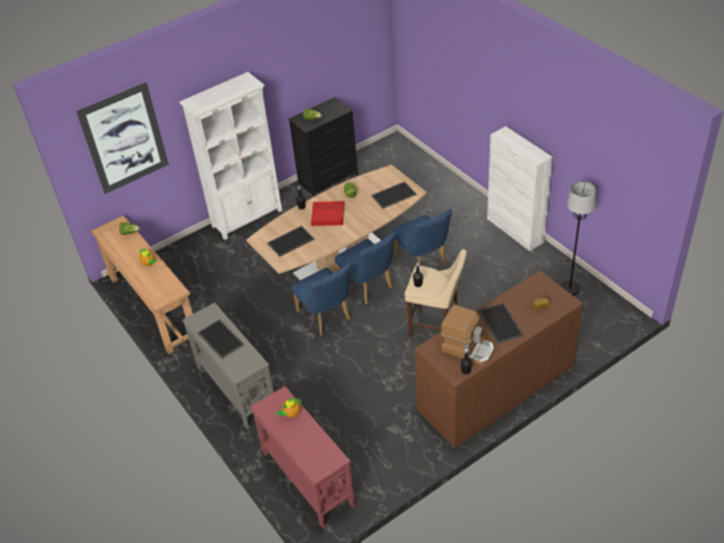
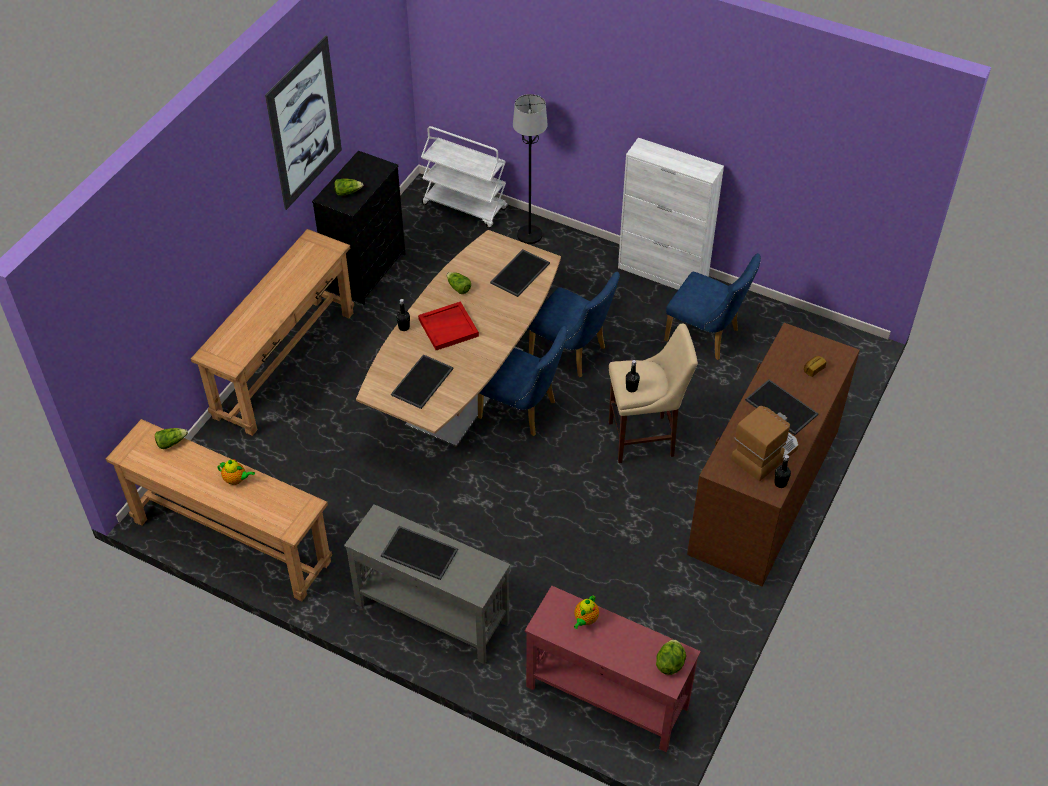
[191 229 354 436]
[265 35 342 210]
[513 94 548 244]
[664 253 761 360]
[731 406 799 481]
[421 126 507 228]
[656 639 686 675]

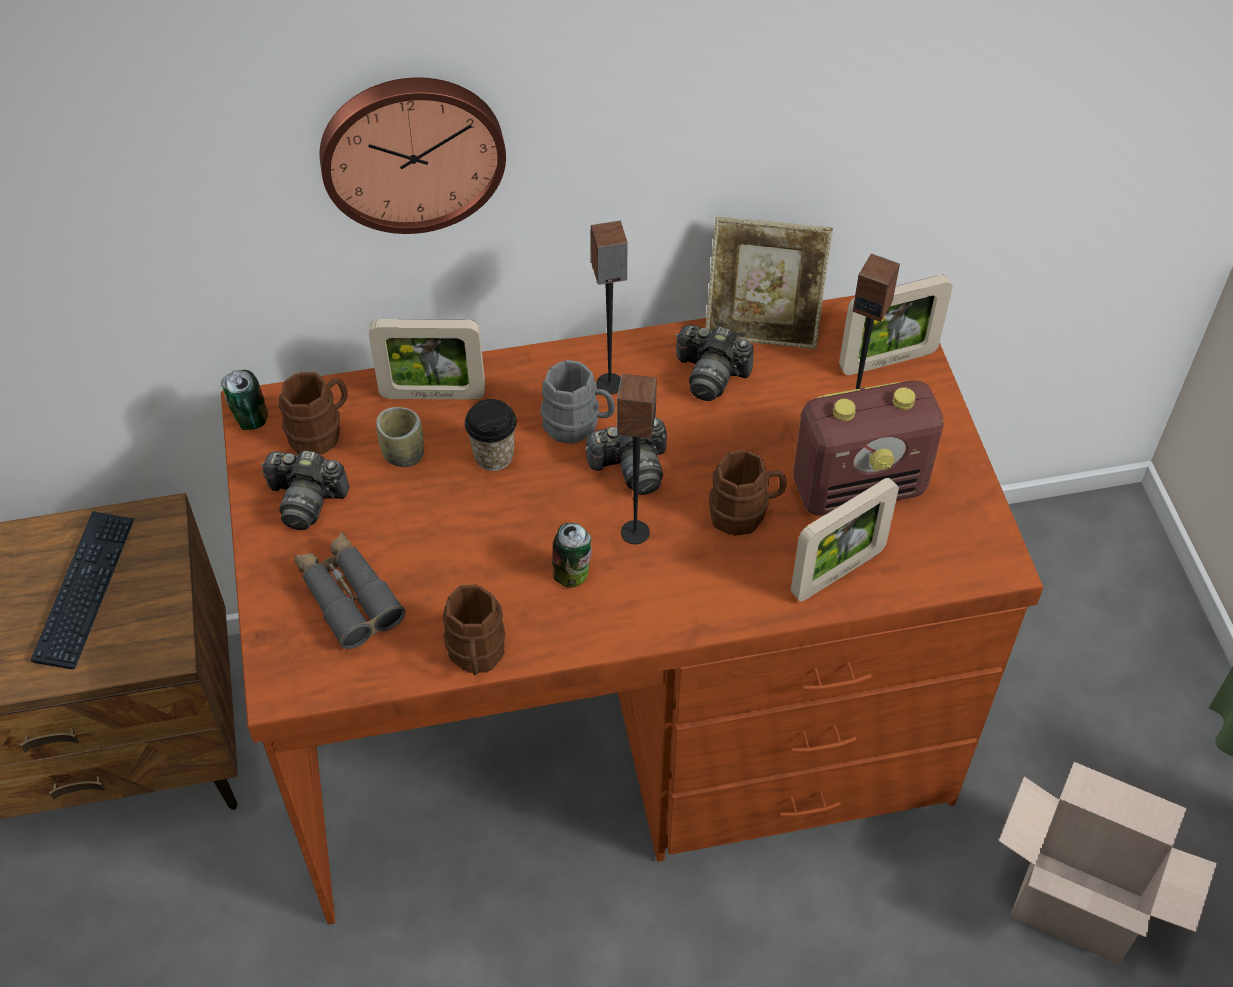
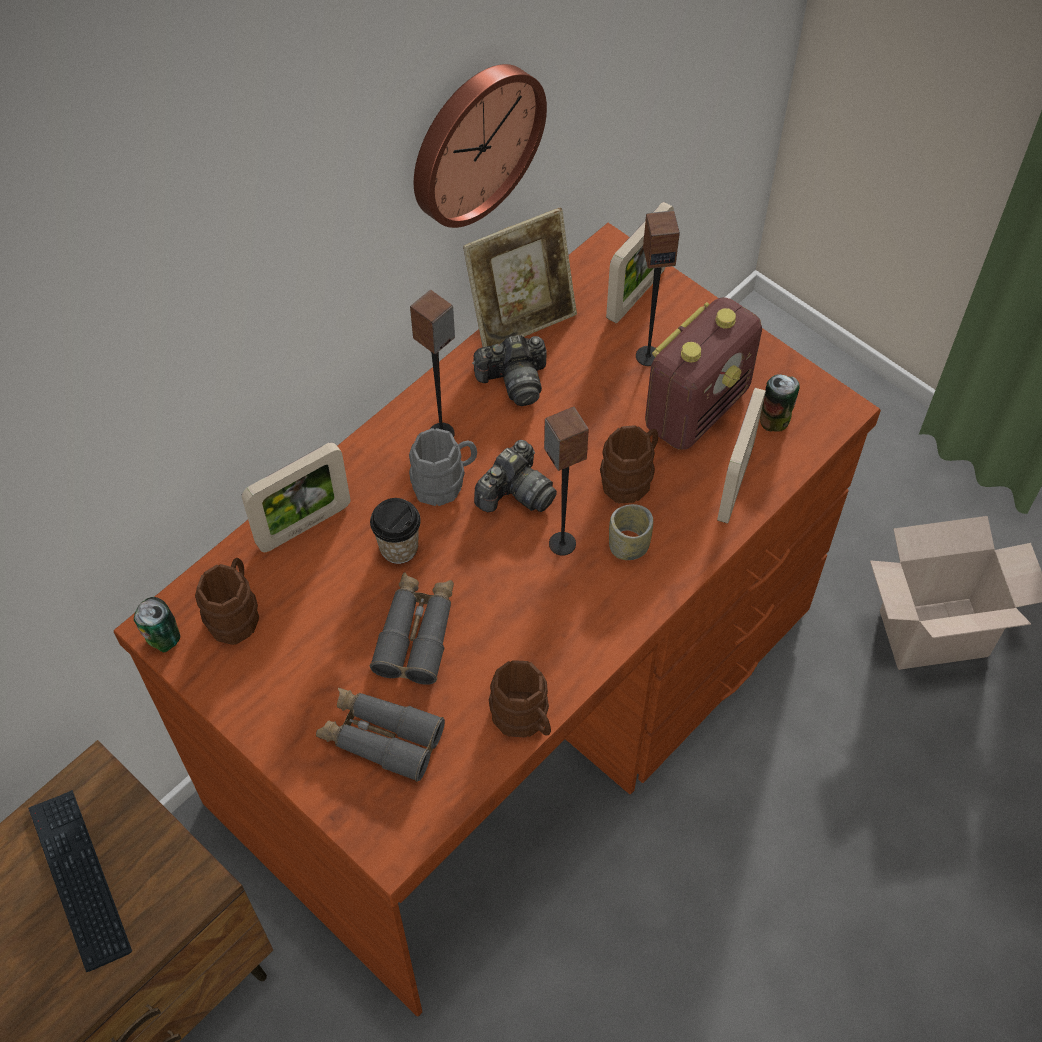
[414 64 547 228]
[609 504 653 560]
[261 451 349 530] (first image)
[760 374 800 432]
[370 572 454 685]

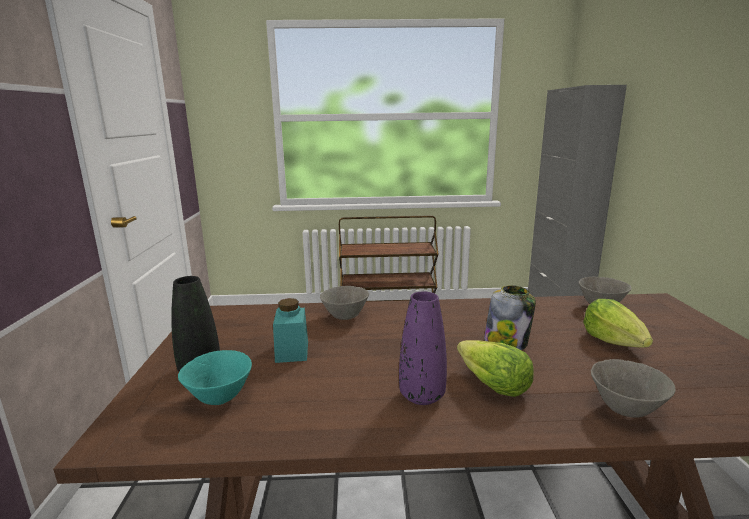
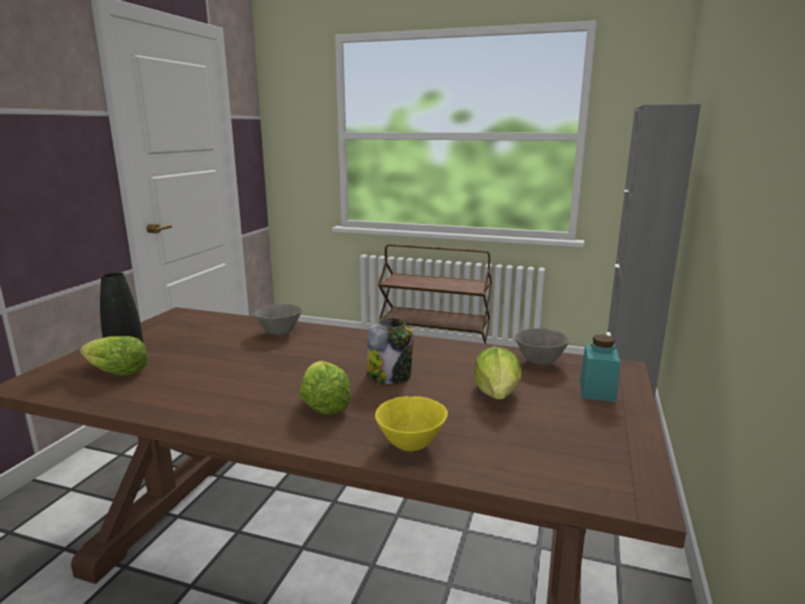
[399 291 447 405] (first image)
[580 335 620 402]
[80 336 148 376]
[375 396 448 451]

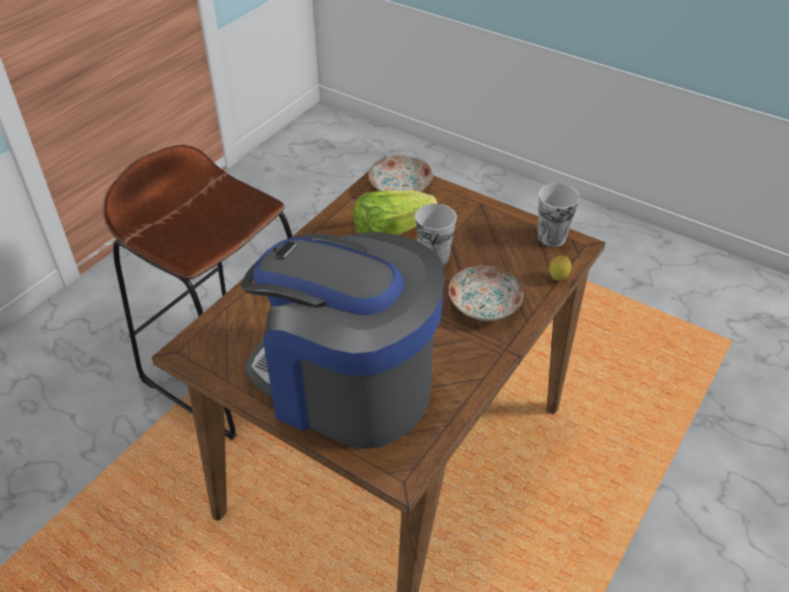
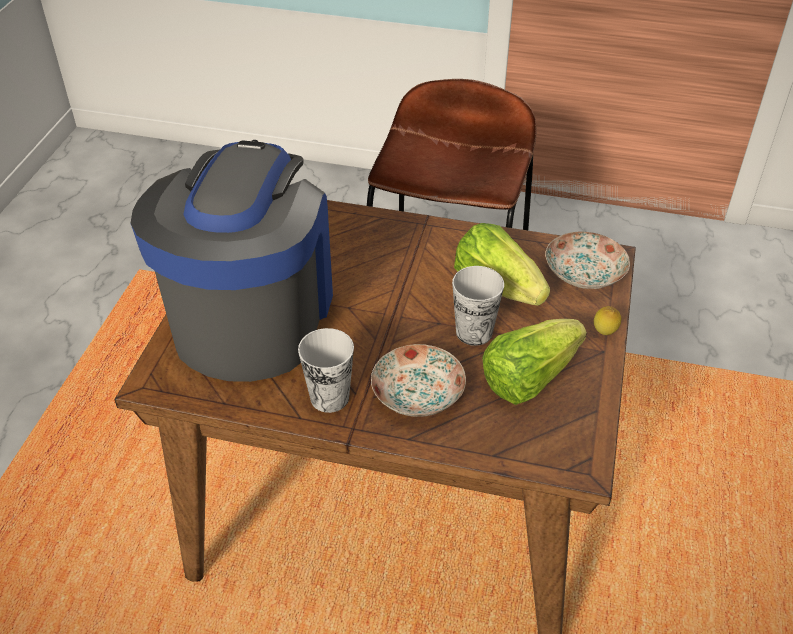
[298 328 354 413]
[594 306 621 335]
[482 319 587 405]

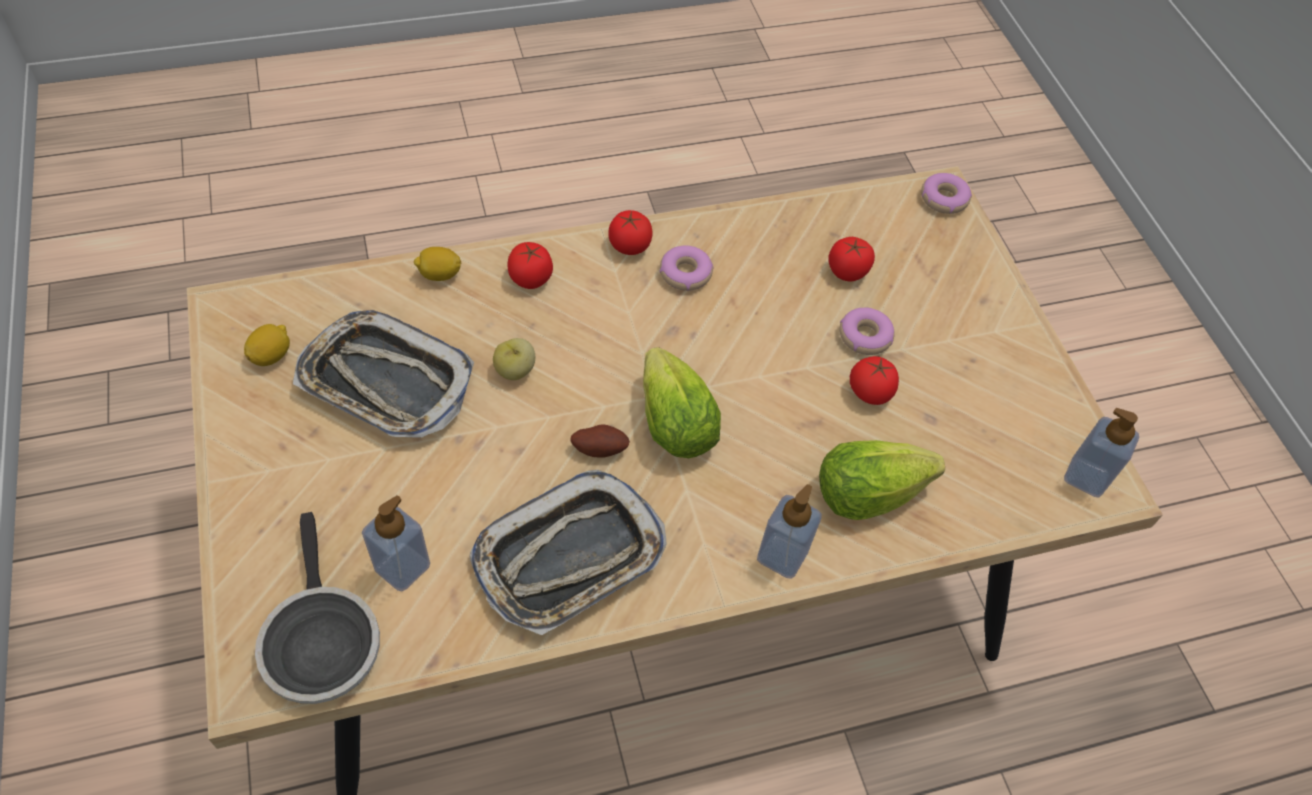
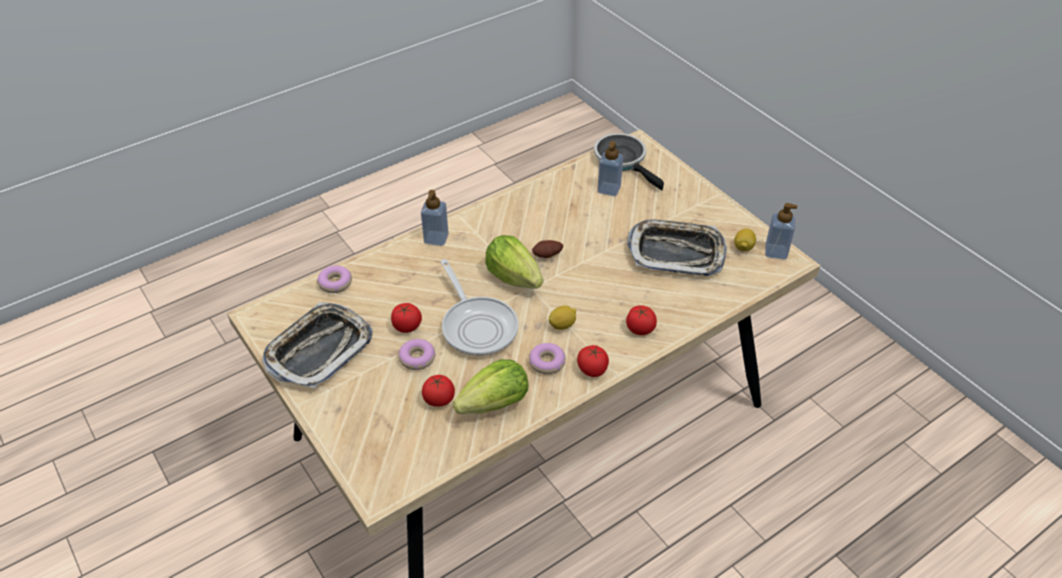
[317 266 352 293]
[549 306 576 330]
[493 338 535 380] (first image)
[765 203 797 260]
[453 359 529 414]
[262 302 373 388]
[440 259 519 356]

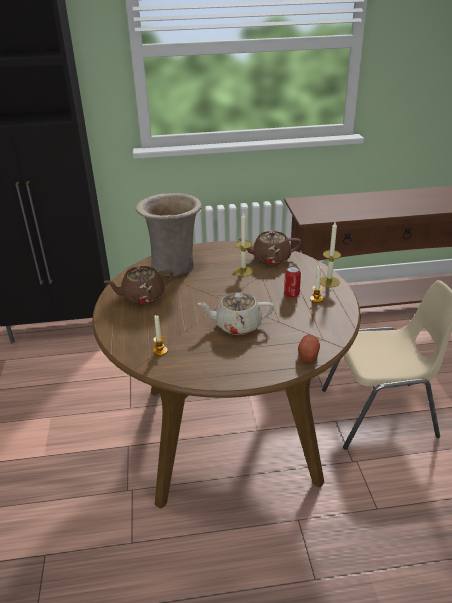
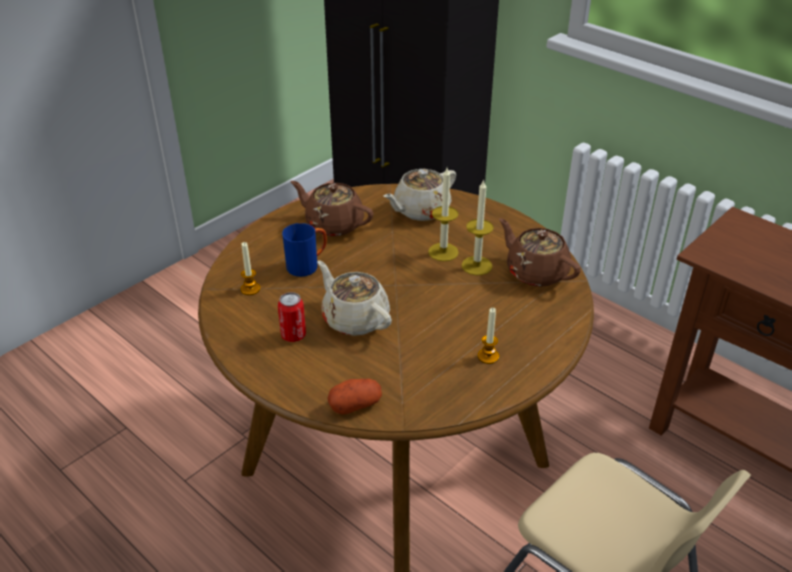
[383 169 456 221]
[428 168 459 261]
[278 292 306 342]
[282 223 327 277]

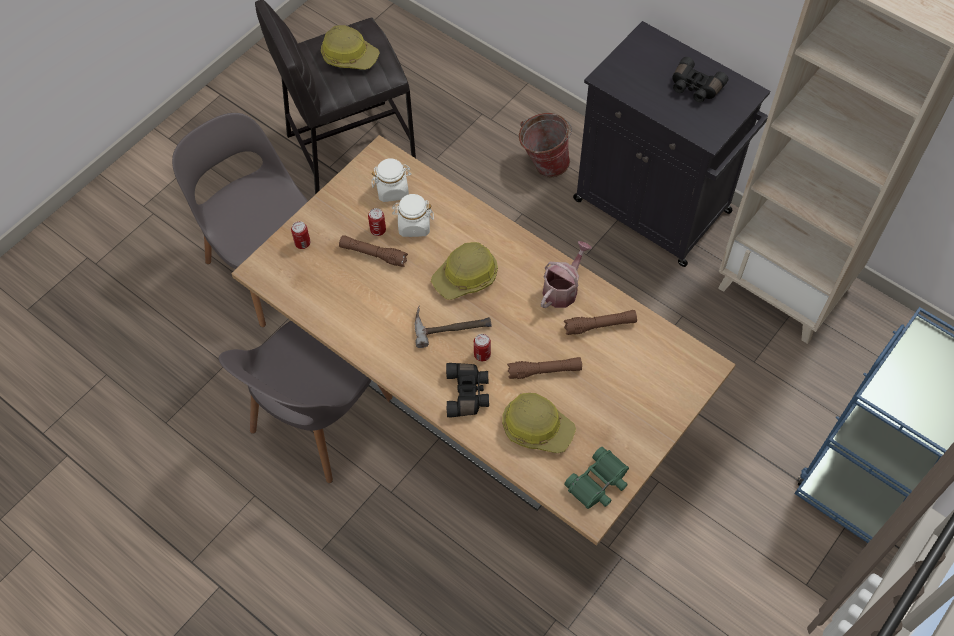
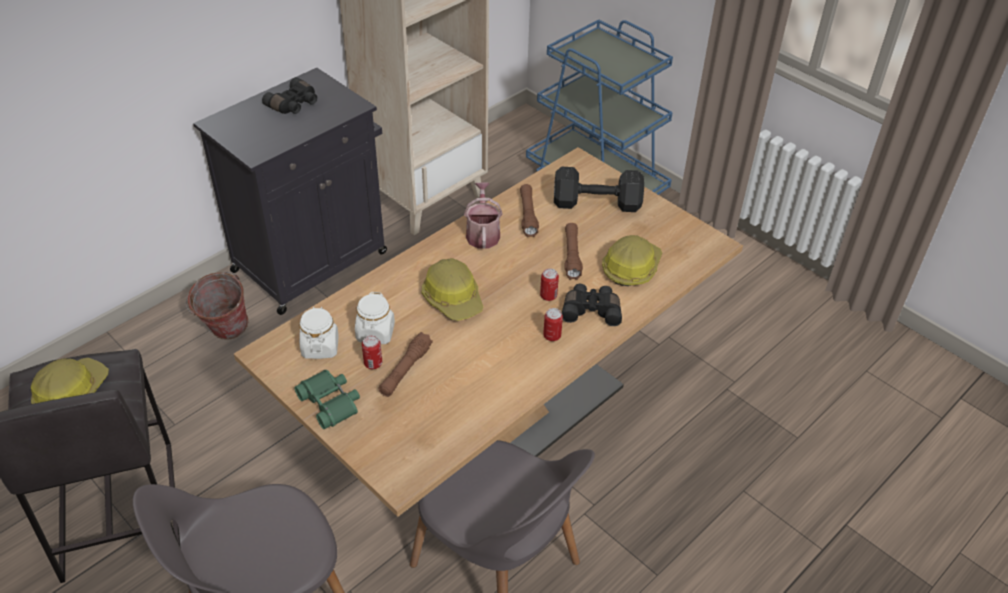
[543 308 563 341]
[464 183 503 249]
[415 305 492 348] (first image)
[294 370 360 429]
[554 167 644 212]

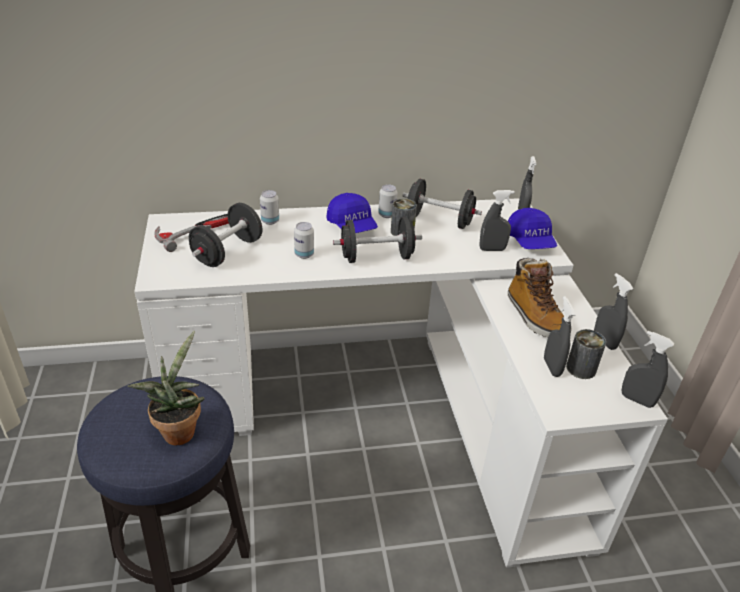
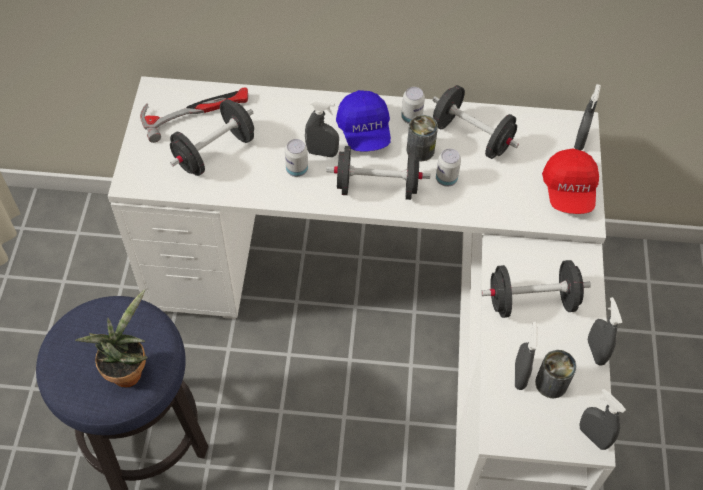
[436 149 461 187]
[305 100 339 157]
[542 148 599 214]
[481 260 591 318]

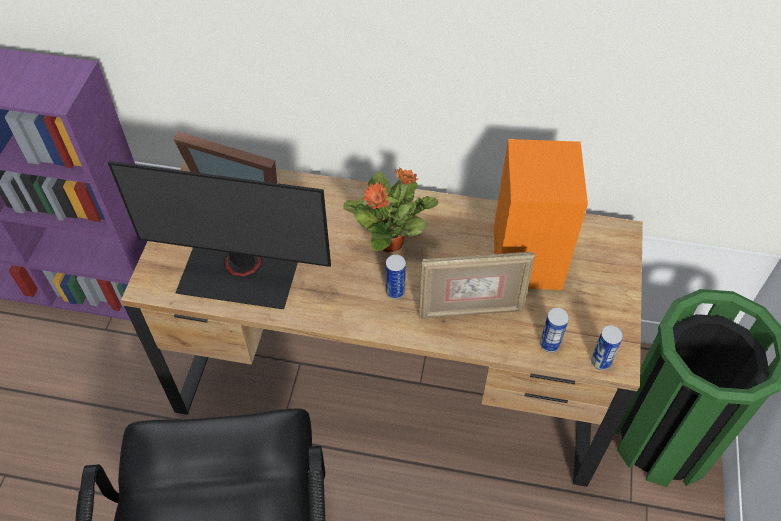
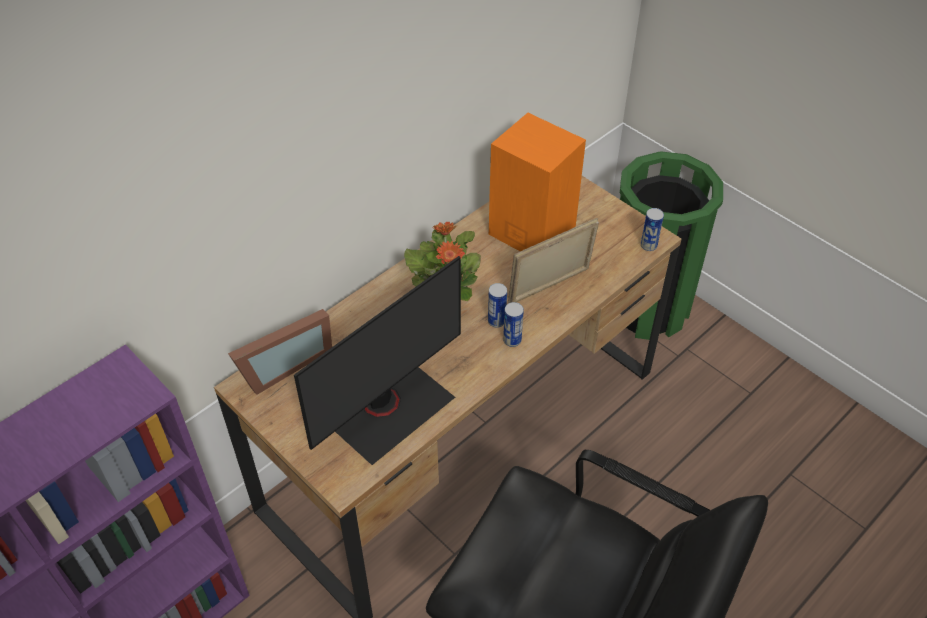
[508 218 599 303]
[503 302 524 347]

